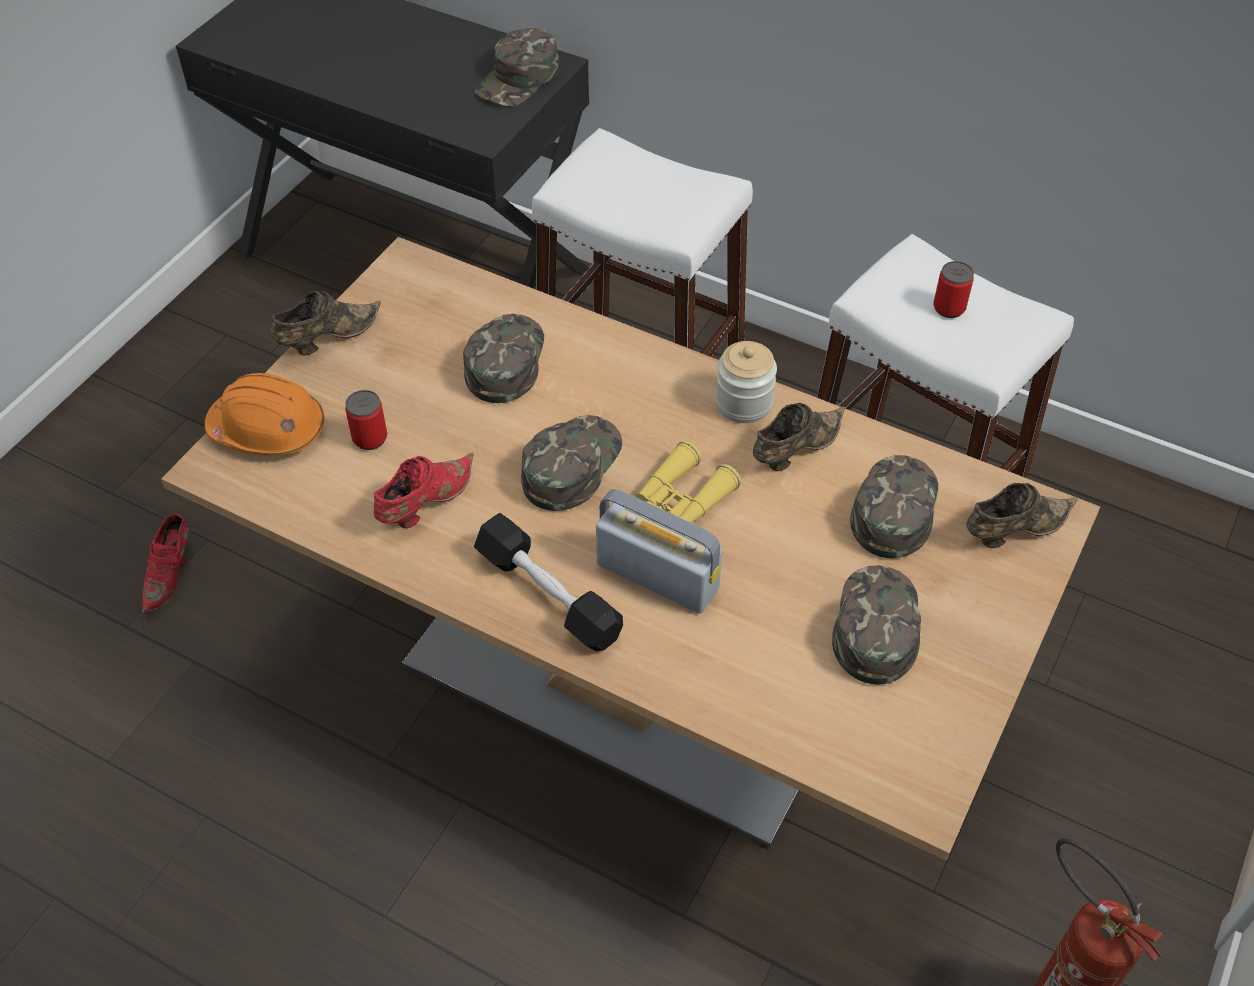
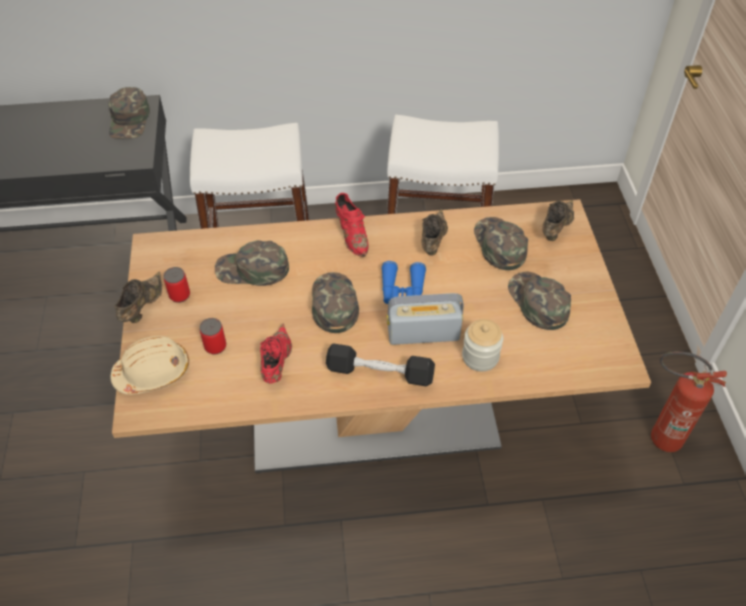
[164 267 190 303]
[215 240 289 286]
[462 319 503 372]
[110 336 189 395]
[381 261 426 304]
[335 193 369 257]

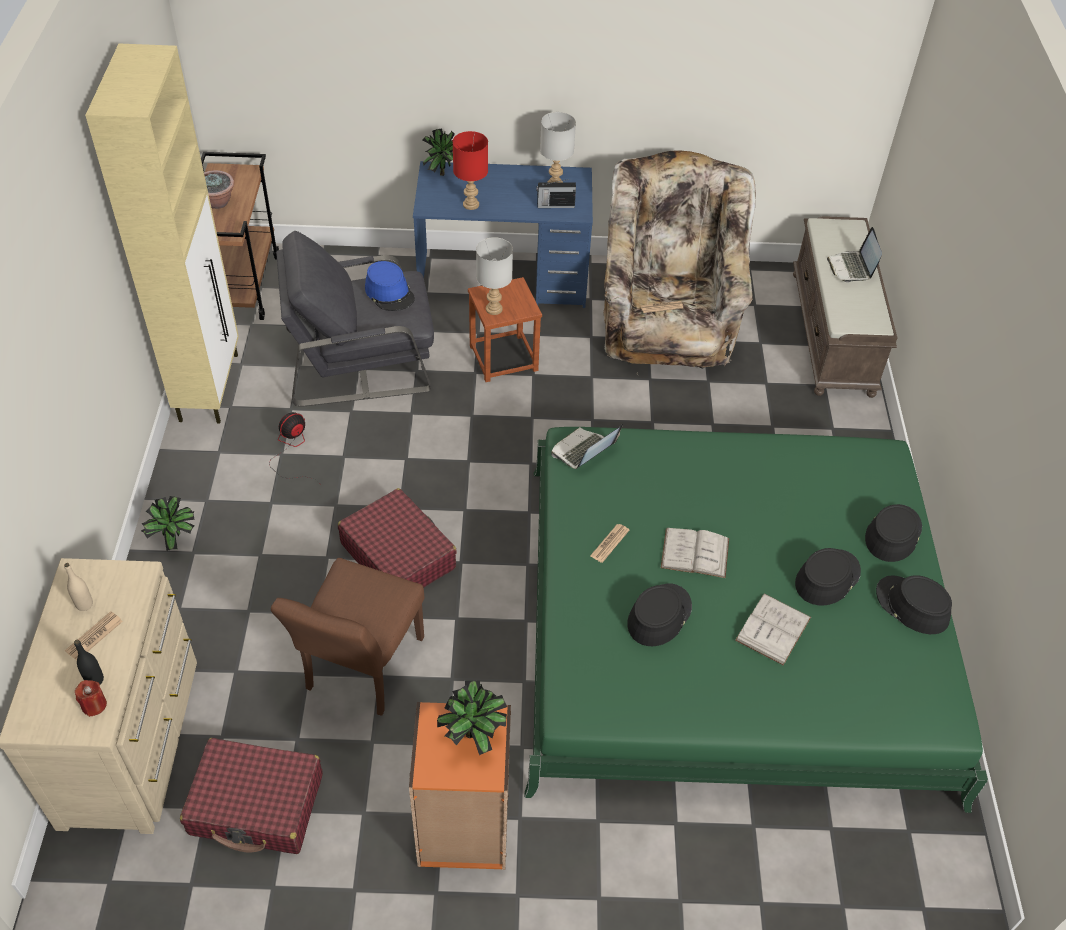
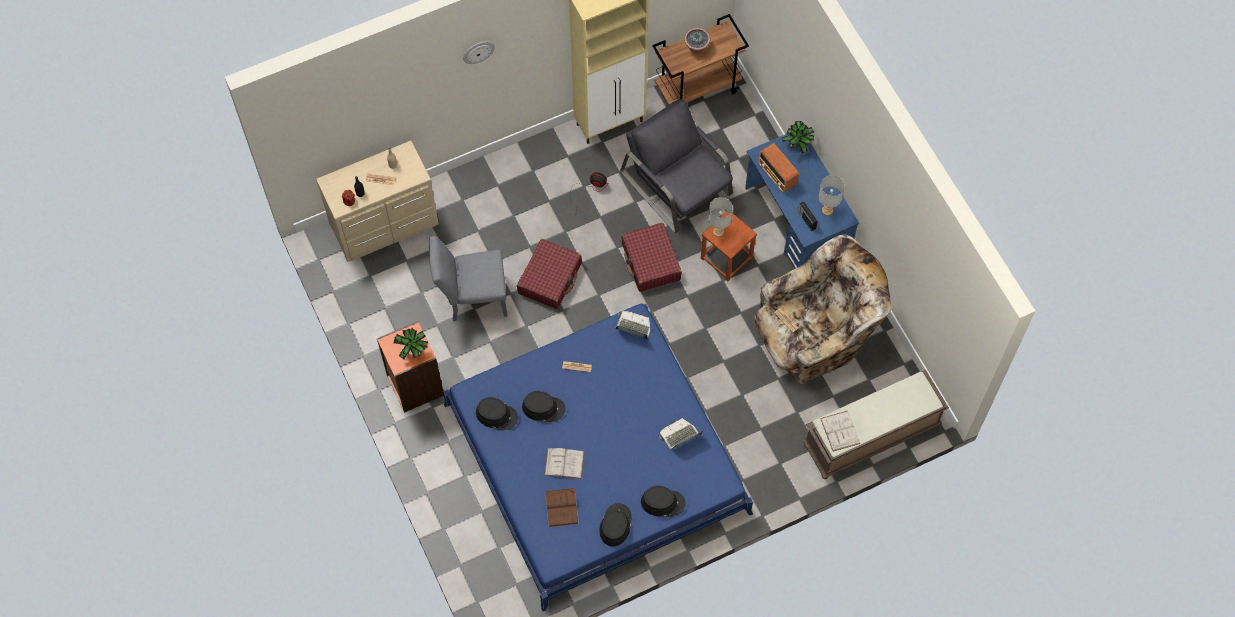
[758 143 799 193]
[659 418 704 449]
[365 261 415 311] (first image)
[443 304 753 611]
[141 496 195 551] (first image)
[820 411 860 452]
[476 397 518 431]
[429 237 507 321]
[621 223 682 292]
[463 41 495 64]
[545 488 579 527]

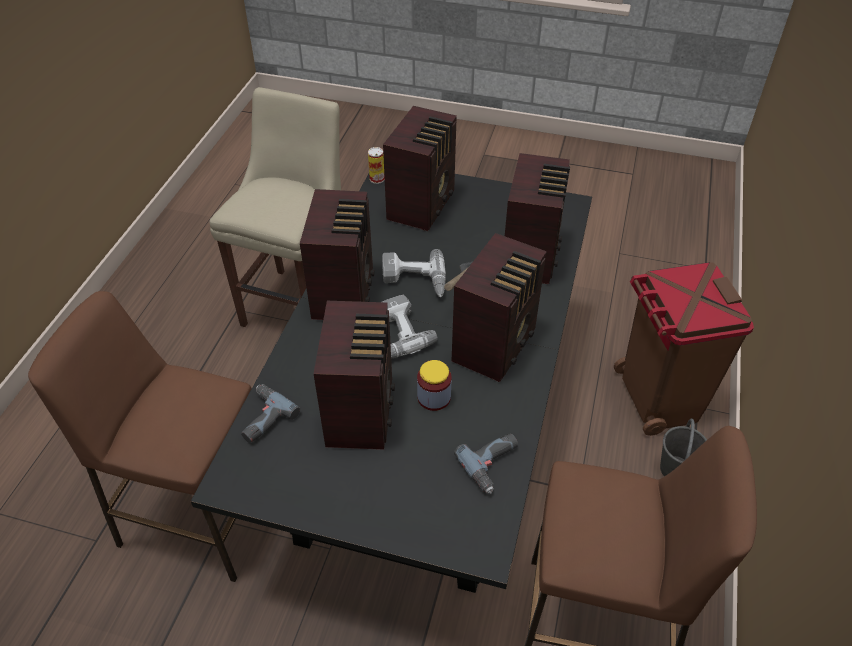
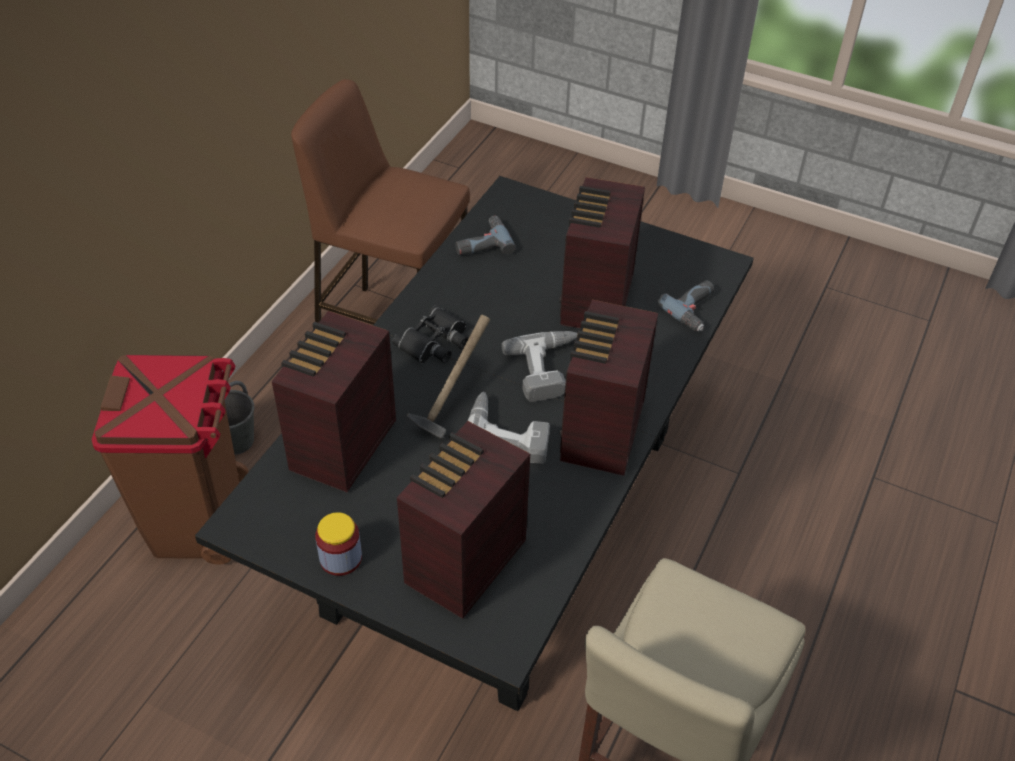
[368 147 385 184] (first image)
[392 305 469 364]
[28 291 251 582] (first image)
[315 512 362 576]

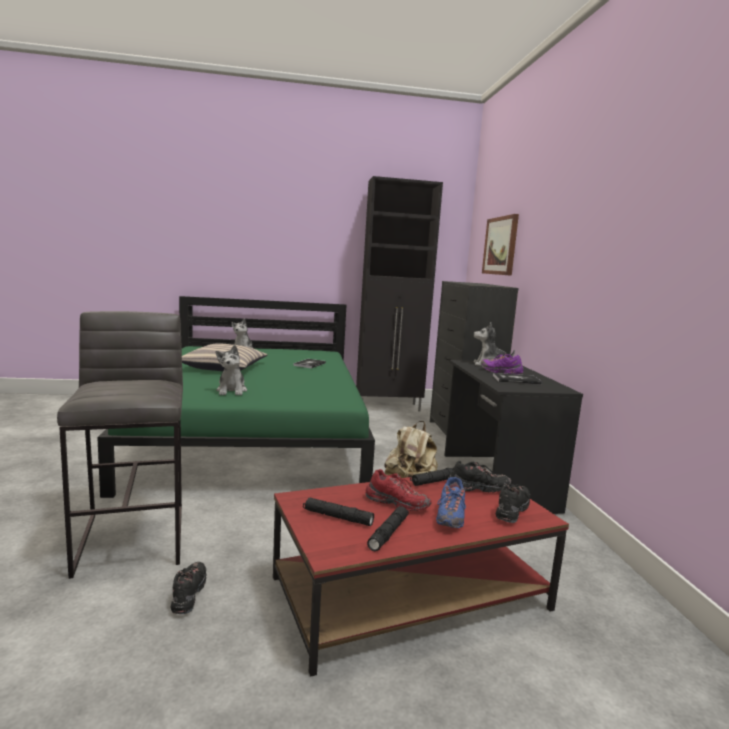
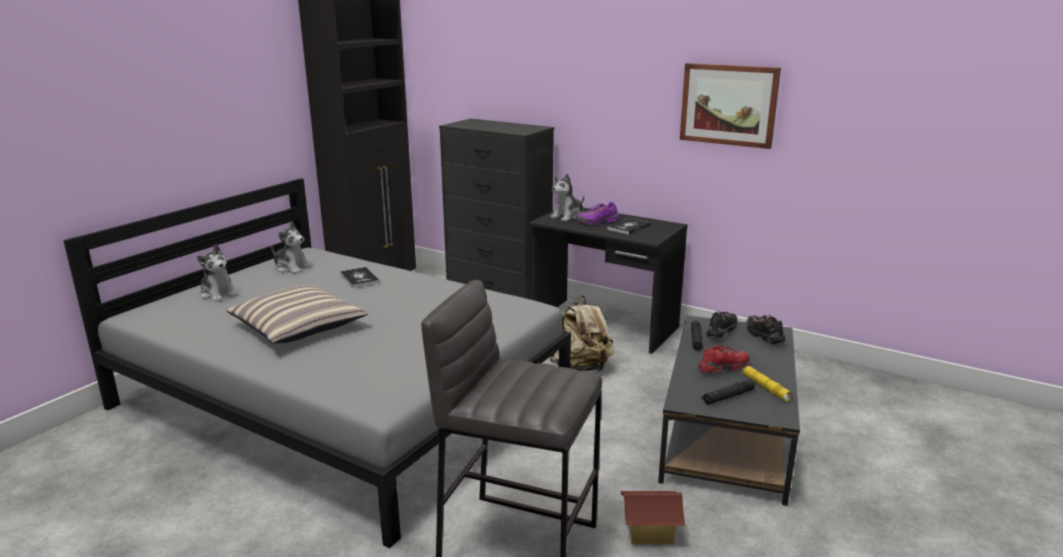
[680 63 781 149]
[63 178 571 548]
[271 221 312 274]
[658 316 800 506]
[436 477 466 528] (first image)
[742 366 792 401]
[620 491 686 544]

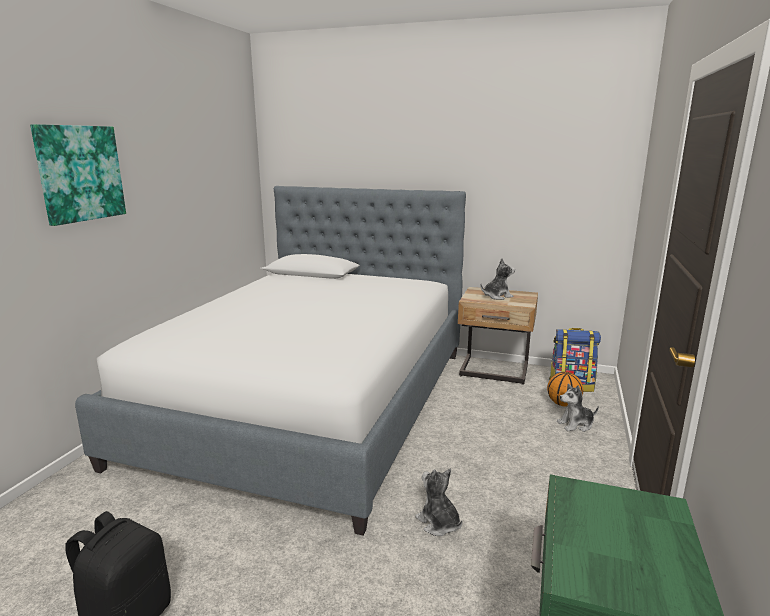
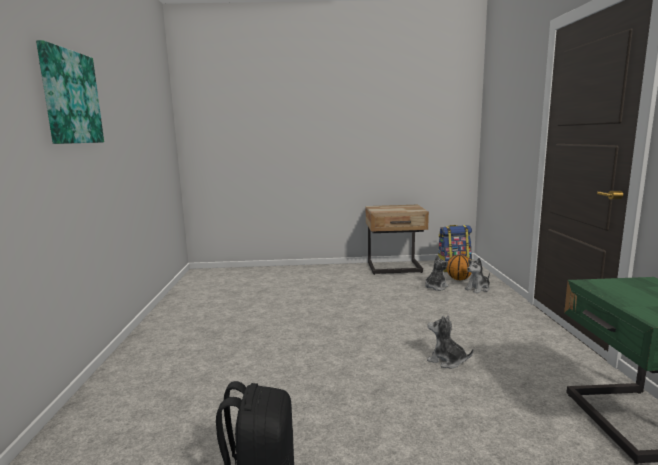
[75 186 466 535] (first image)
[425 255 449 291]

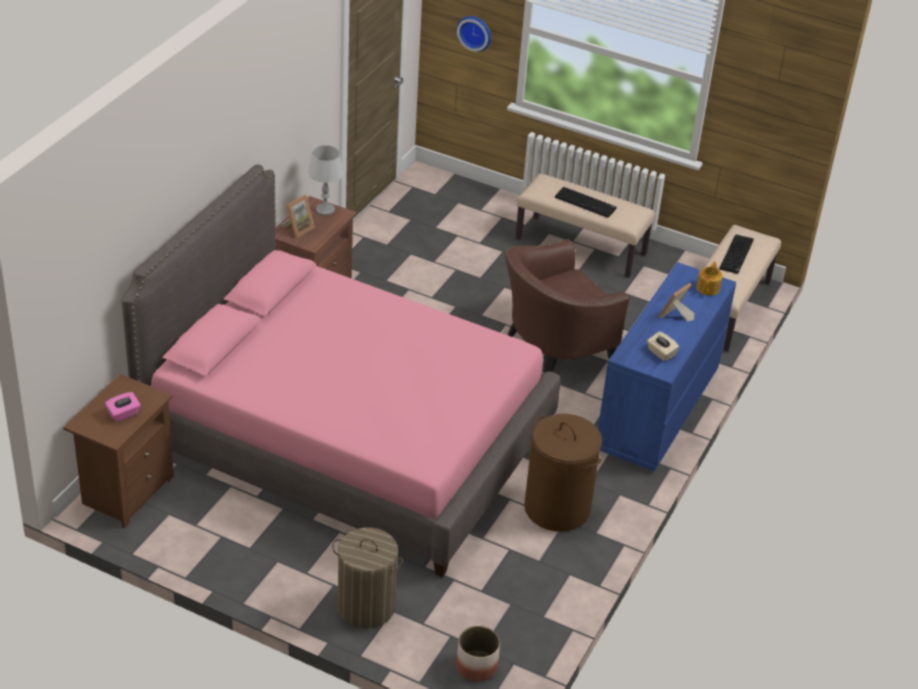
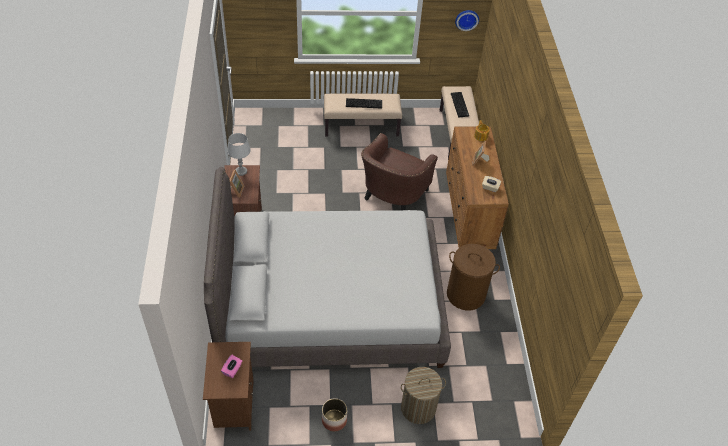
[455 10 479 31]
[204 167 451 368]
[446 126 509 249]
[322 398 347 432]

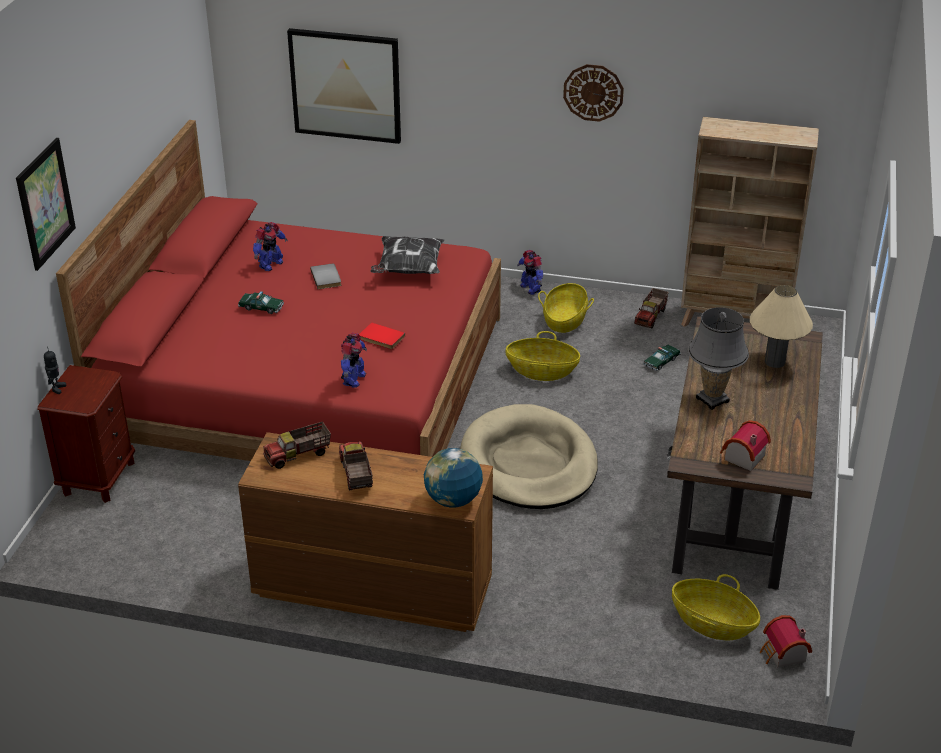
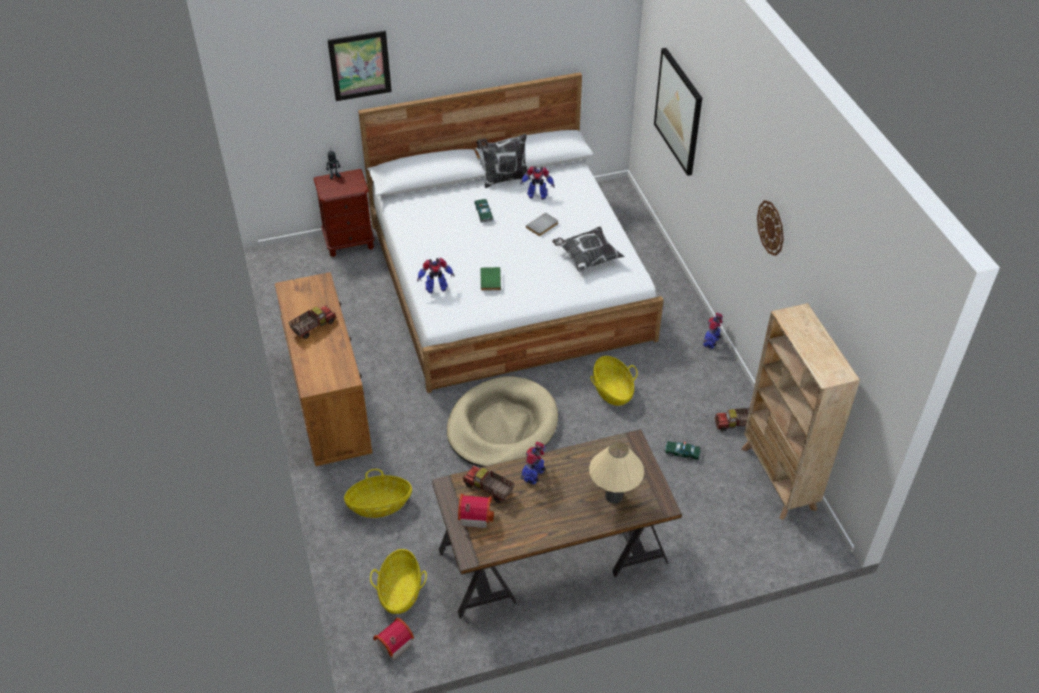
[358 72 664 393]
[344 469 412 518]
[520 442 546 485]
[481 267 501 291]
[463 466 515 503]
[424 448 483 508] (first image)
[477 134 531 188]

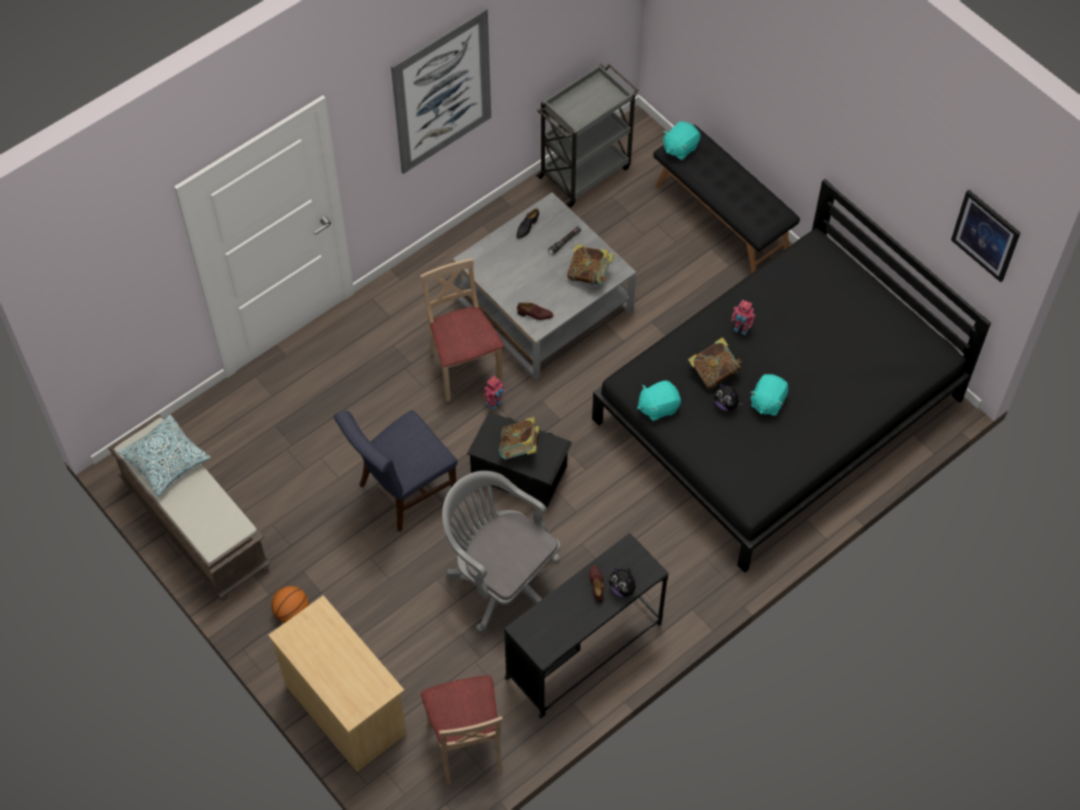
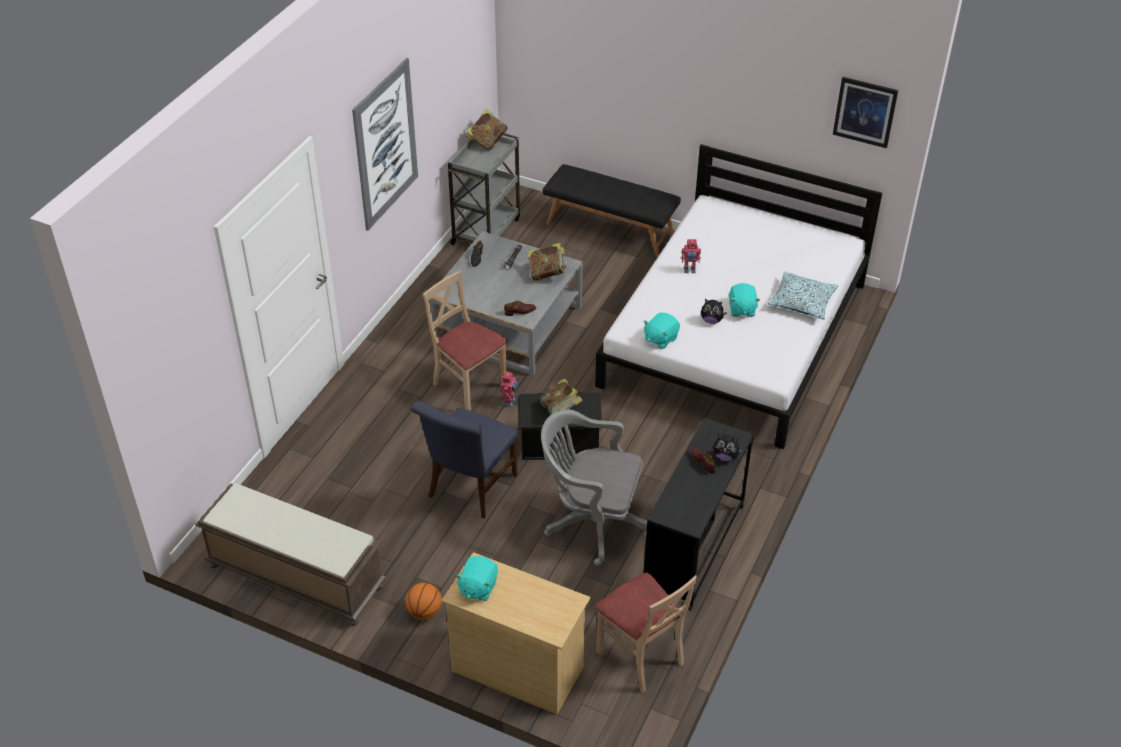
[455 556 498 601]
[595 144 882 449]
[466 109 508 151]
[768 271 839 319]

